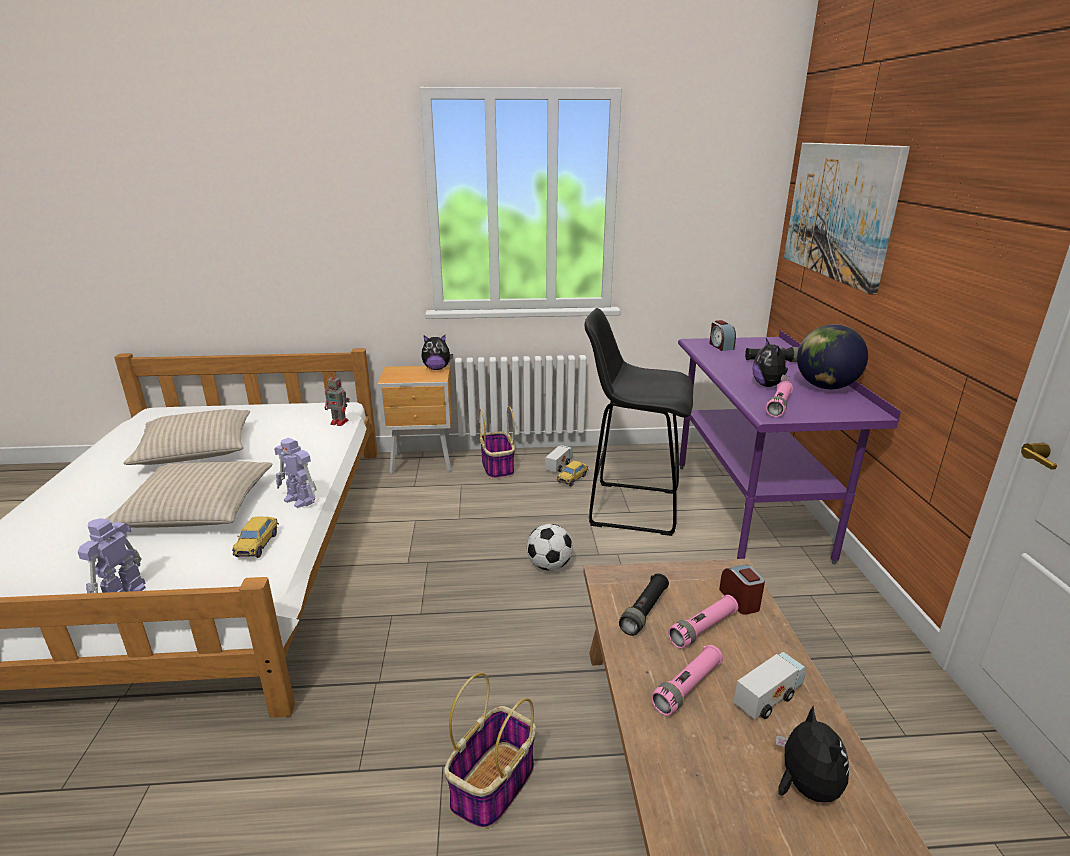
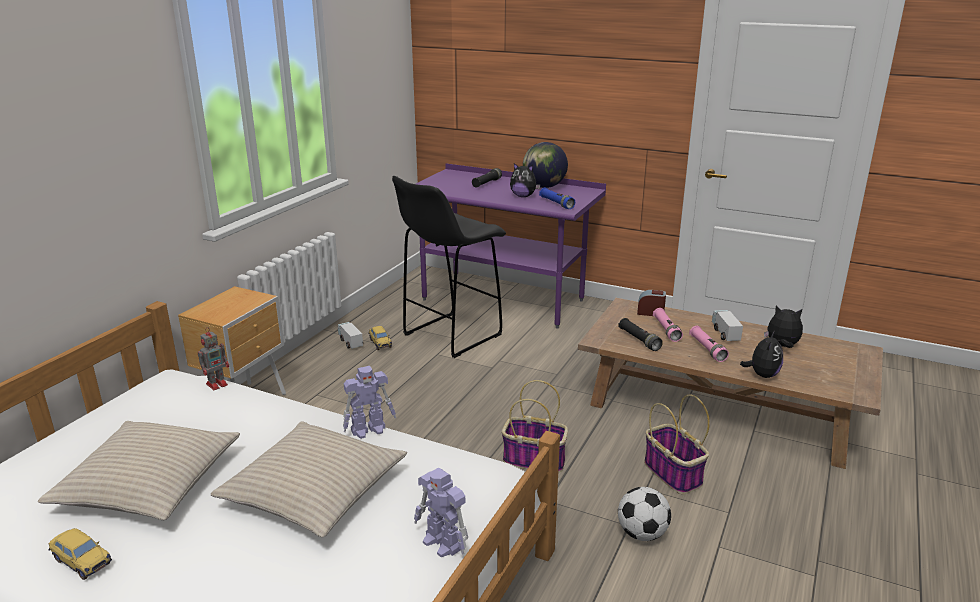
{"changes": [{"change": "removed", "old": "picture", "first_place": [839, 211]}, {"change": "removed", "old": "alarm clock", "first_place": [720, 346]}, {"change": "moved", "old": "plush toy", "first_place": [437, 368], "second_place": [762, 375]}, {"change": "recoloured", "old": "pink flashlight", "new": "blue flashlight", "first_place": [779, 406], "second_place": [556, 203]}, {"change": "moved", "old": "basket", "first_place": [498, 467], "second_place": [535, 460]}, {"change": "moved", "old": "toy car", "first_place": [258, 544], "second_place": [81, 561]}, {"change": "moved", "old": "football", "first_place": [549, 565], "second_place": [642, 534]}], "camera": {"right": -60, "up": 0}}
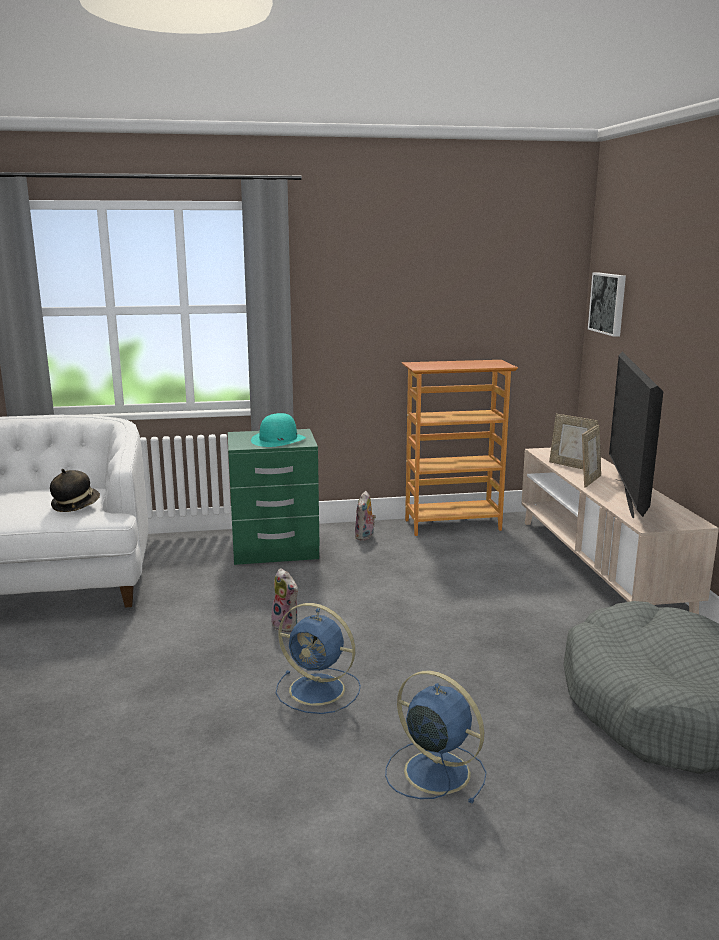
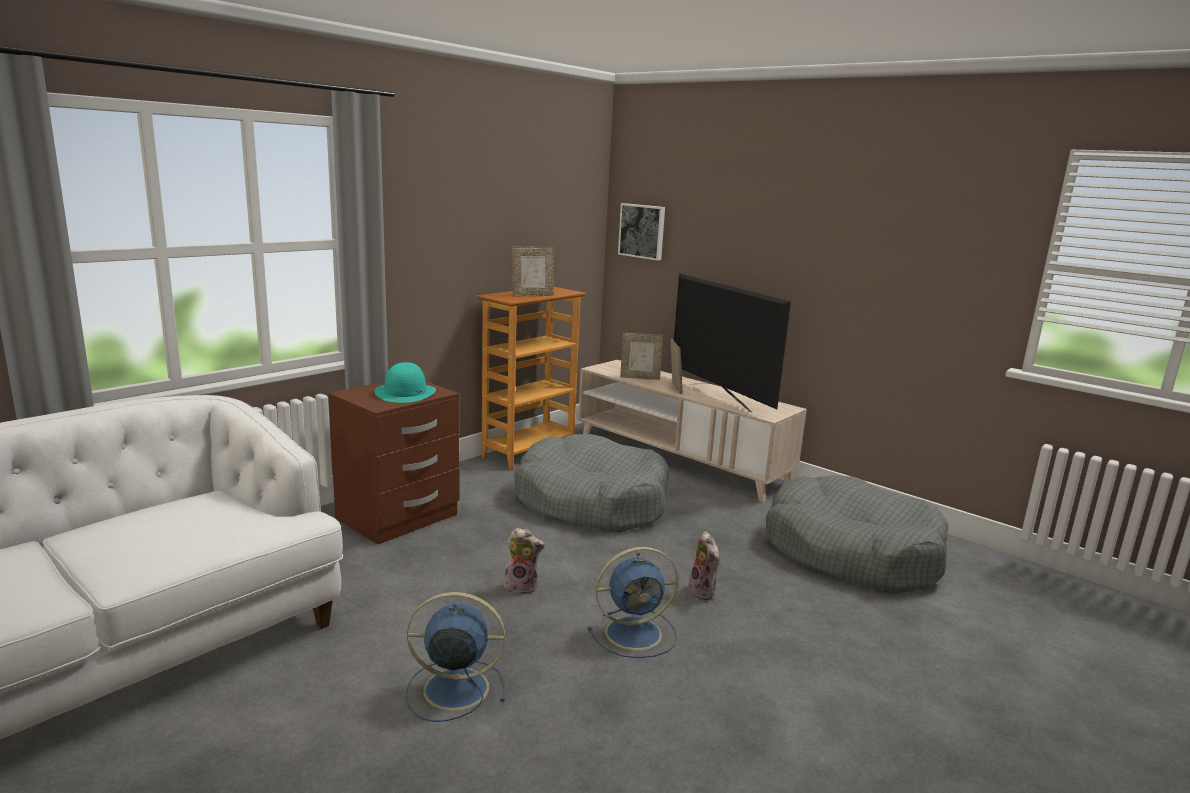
{"changes": [{"change": "recoloured", "old": "green nightstand", "new": "brown nightstand", "first_place": [275, 550], "second_place": [398, 517]}, {"change": "removed", "old": "hat", "first_place": [75, 505]}, {"change": "moved", "old": "plush toy", "first_place": [365, 537], "second_place": [704, 592]}, {"change": "moved", "old": "blue fan", "first_place": [434, 771], "second_place": [453, 689]}, {"change": "added", "new": "picture frame", "second_place": [532, 295]}, {"change": "added", "new": "grey dog bed", "second_place": [591, 502]}], "camera": {"right": -40, "up": 0}}
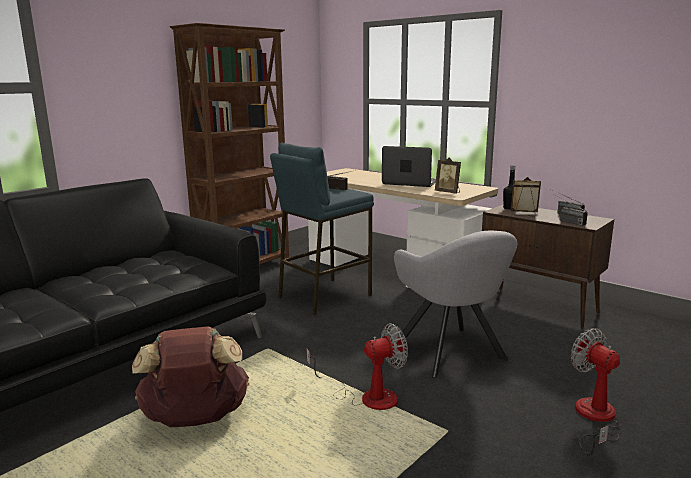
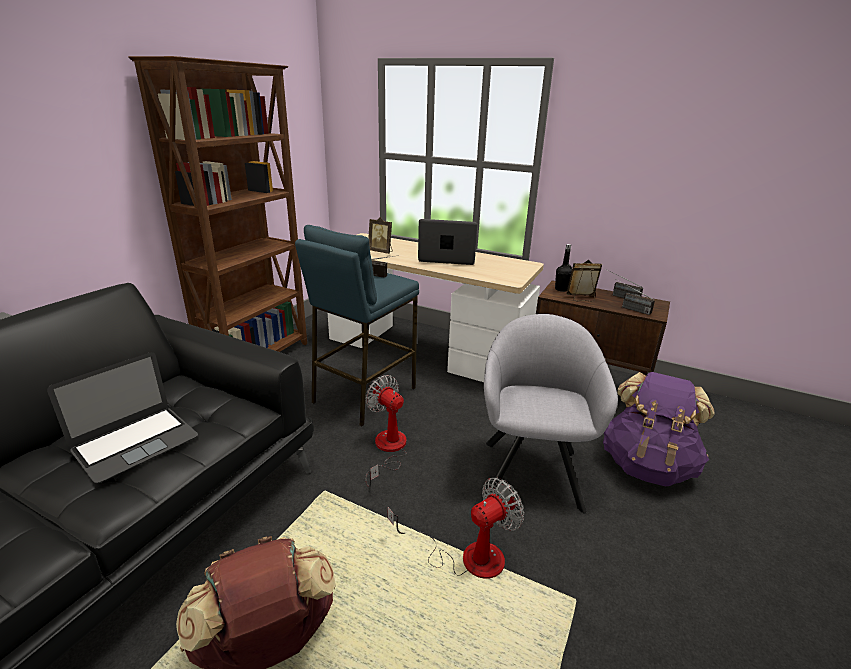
{"changes": [{"change": "moved", "old": "picture frame", "first_place": [448, 192], "second_place": [381, 252]}, {"change": "turned", "old": "grey armchair", "first_place": [452, 353], "second_place": [532, 469], "degrees": -135}, {"change": "moved", "old": "fan", "first_place": [594, 418], "second_place": [387, 449]}, {"change": "added", "new": "laptop", "second_place": [135, 442]}, {"change": "added", "new": "purple backpack", "second_place": [647, 465]}], "camera": {"right": -15, "up": 10}}
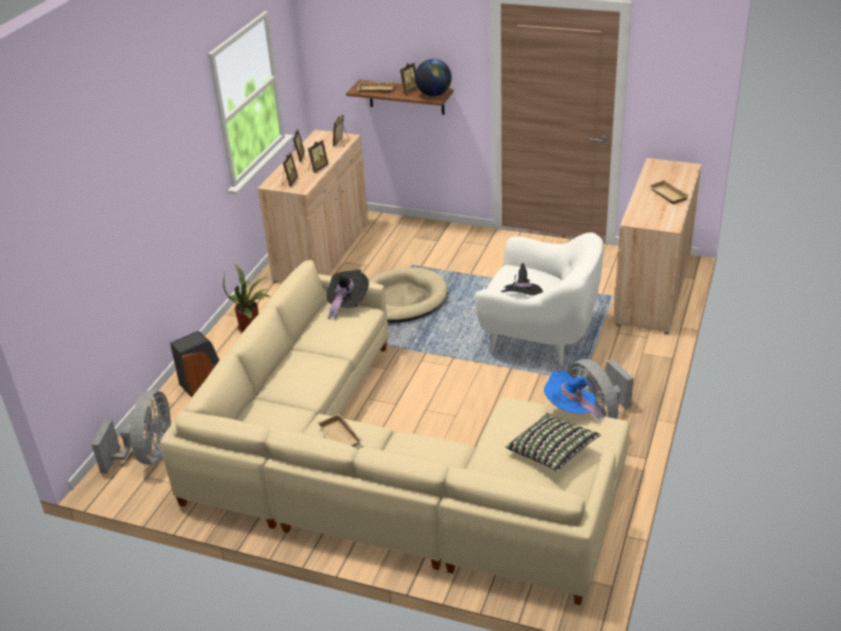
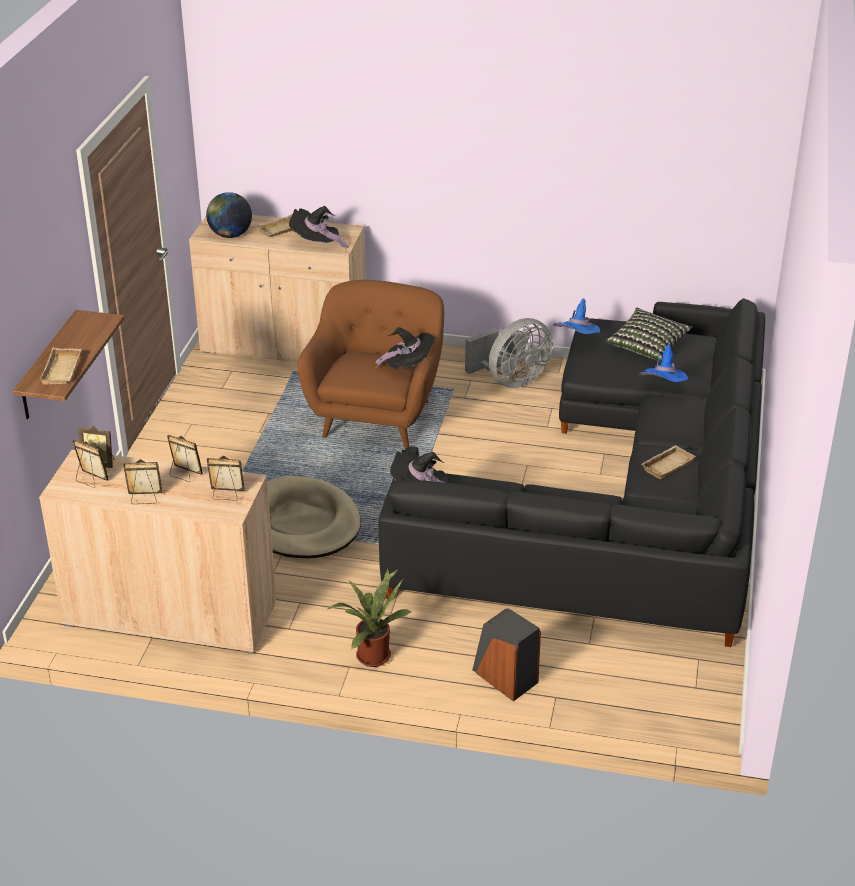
{"changes": [{"change": "moved", "old": "globe", "first_place": [434, 94], "second_place": [230, 235]}, {"change": "moved", "old": "picture frame", "first_place": [408, 91], "second_place": [90, 480]}, {"change": "recoloured", "old": "white armchair", "new": "brown armchair", "first_place": [539, 337], "second_place": [377, 416]}, {"change": "recoloured", "old": "beige sofa", "new": "black sofa", "first_place": [387, 470], "second_place": [625, 502]}, {"change": "removed", "old": "grey fan", "first_place": [148, 456]}, {"change": "added", "new": "black hat", "second_place": [316, 245]}, {"change": "added", "new": "blue hat", "second_place": [663, 389]}], "camera": {"right": -100, "up": 0}}
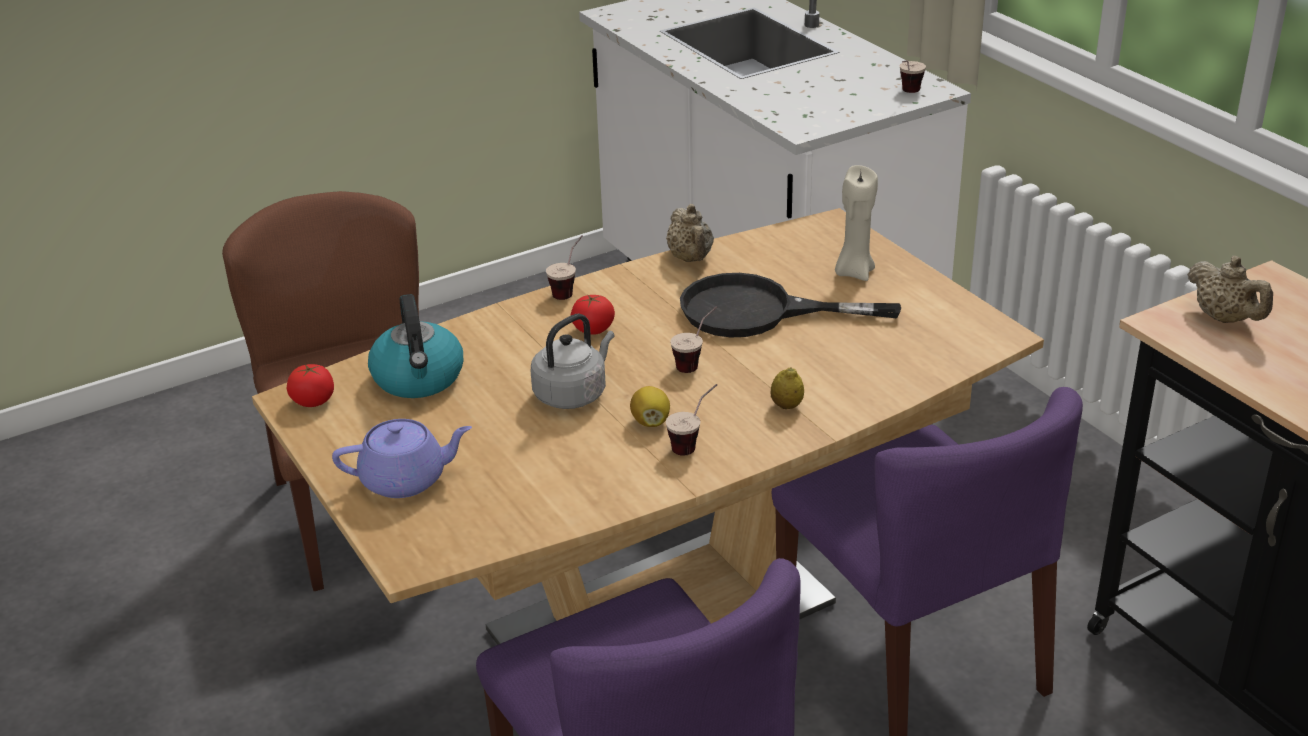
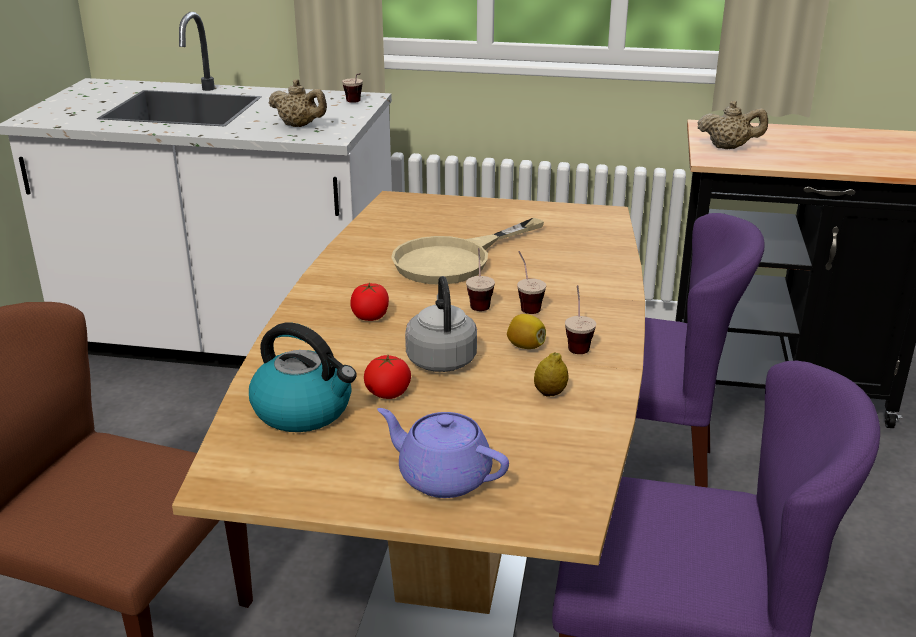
{"changes": [{"change": "removed", "old": "beige candle", "first_place": [854, 272]}, {"change": "moved", "old": "beige teapot", "first_place": [691, 259], "second_place": [300, 126]}, {"change": "moved", "old": "cup", "first_place": [569, 290], "second_place": [526, 305]}, {"change": "recoloured", "old": "black frying pan", "new": "beige frying pan", "first_place": [757, 312], "second_place": [455, 259]}, {"change": "moved", "old": "tomato", "first_place": [313, 401], "second_place": [388, 393]}, {"change": "moved", "old": "lemon", "first_place": [786, 406], "second_place": [550, 393]}, {"change": "turned", "old": "purple teapot", "first_place": [406, 479], "second_place": [442, 477], "degrees": -90}], "camera": {"right": -50, "up": -5}}
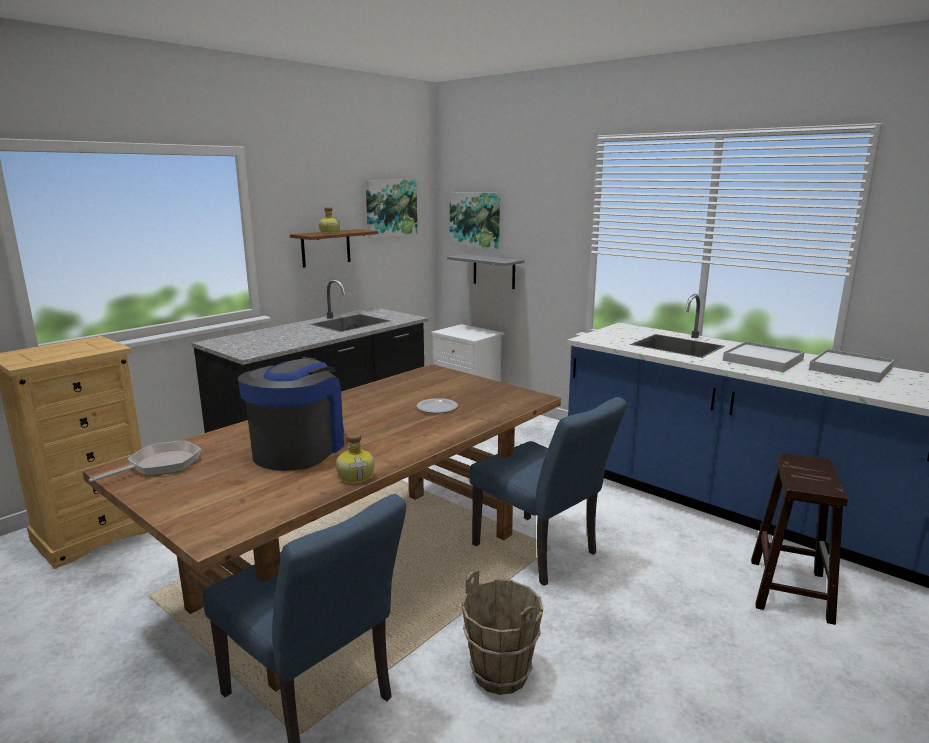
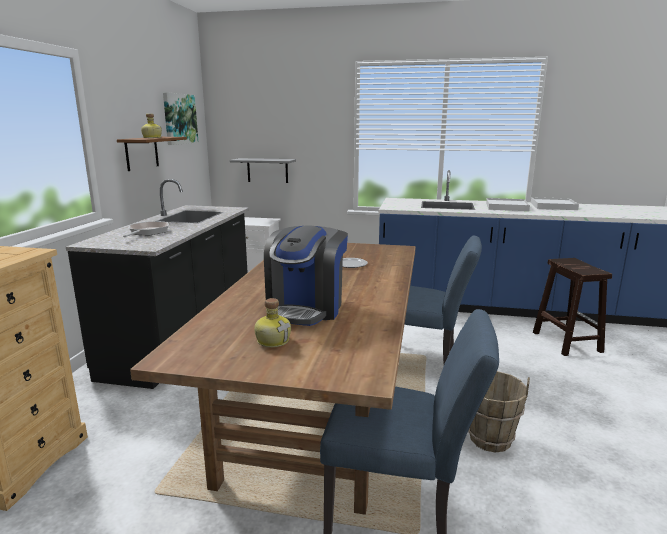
{"changes": [{"change": "removed", "old": "picture", "first_place": [475, 219]}, {"change": "turned", "old": "coffee machine", "first_place": [299, 449], "second_place": [306, 308], "degrees": -150}, {"change": "moved", "old": "bottle", "first_place": [356, 476], "second_place": [273, 340]}, {"change": "moved", "old": "frying pan", "first_place": [160, 465], "second_place": [147, 232]}], "camera": {"right": -30, "up": 0}}
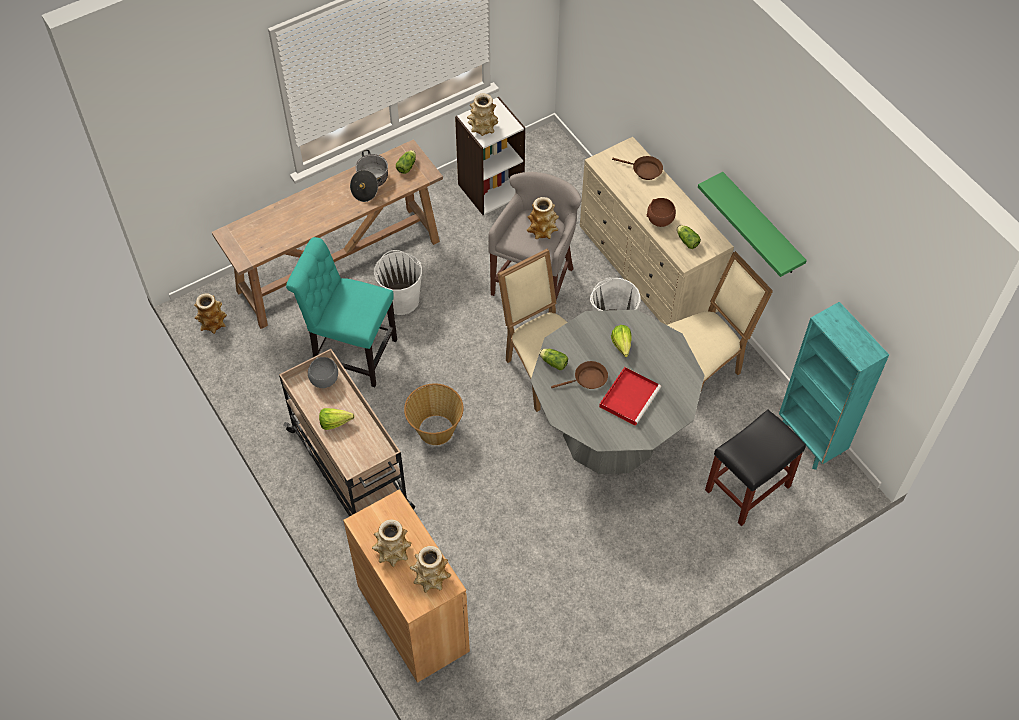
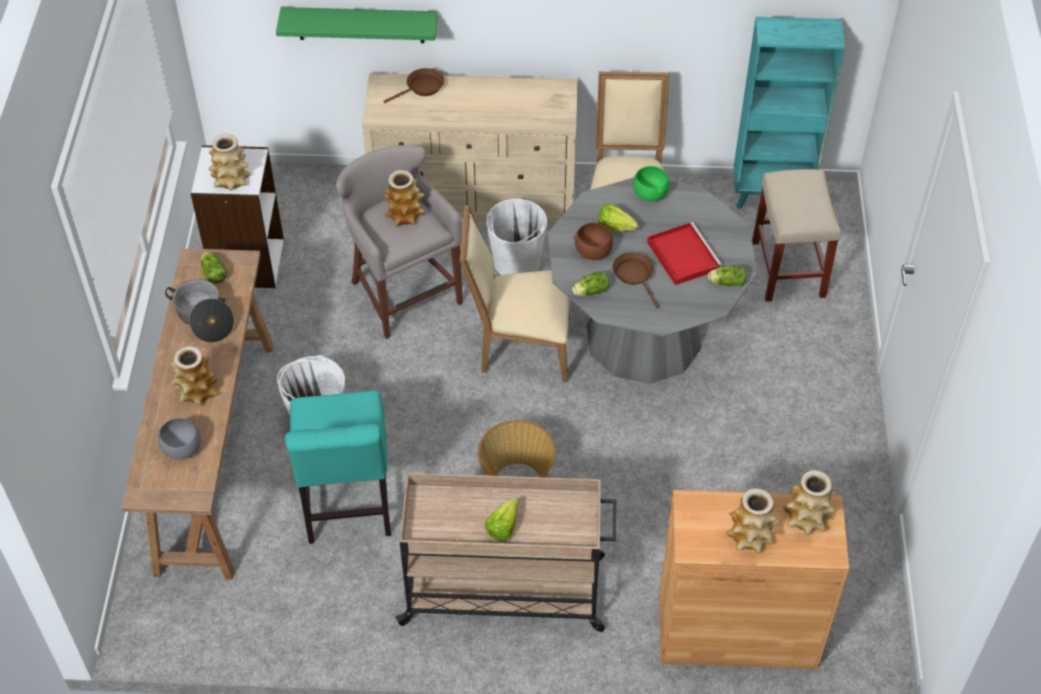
{"changes": [{"change": "moved", "old": "green shelf", "first_place": [761, 225], "second_place": [360, 24]}, {"change": "moved", "old": "brown bowl", "first_place": [660, 220], "second_place": [593, 252]}, {"change": "moved", "old": "lettuce", "first_place": [686, 240], "second_place": [725, 282]}, {"change": "turned", "old": "turquoise chair", "first_place": [351, 353], "second_place": [347, 507], "degrees": -60}, {"change": "moved", "old": "vase", "first_place": [213, 322], "second_place": [197, 391]}, {"change": "moved", "old": "grey bowl", "first_place": [324, 380], "second_place": [183, 449]}, {"change": "turned", "old": "brown frying pan", "first_place": [587, 379], "second_place": [634, 276], "degrees": -45}, {"change": "recoloured", "old": "black stool", "new": "beige stool", "first_place": [747, 489], "second_place": [789, 270]}, {"change": "added", "new": "green bowl", "second_place": [649, 194]}], "camera": {"right": -55, "up": -5}}
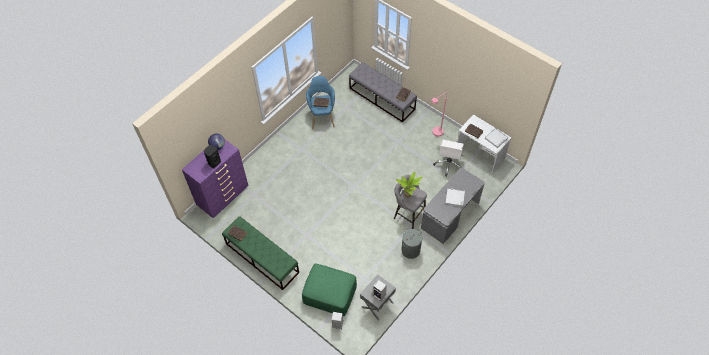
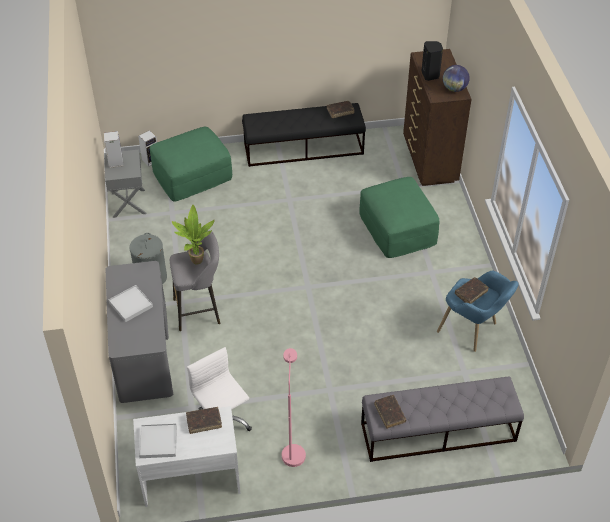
{"changes": [{"change": "recoloured", "old": "purple dresser", "new": "brown dresser", "first_place": [223, 196], "second_place": [429, 161]}, {"change": "recoloured", "old": "green bench", "new": "black bench", "first_place": [262, 258], "second_place": [304, 148]}, {"change": "added", "new": "green ottoman", "second_place": [397, 228]}], "camera": {"right": 130, "up": -10}}
